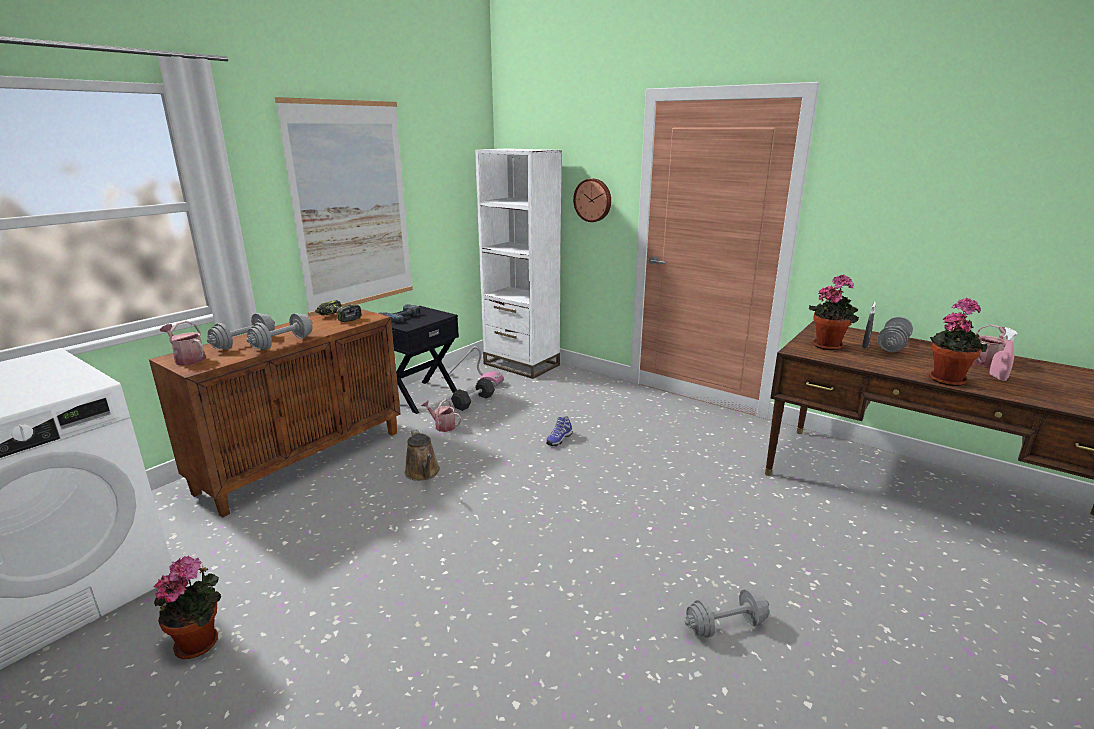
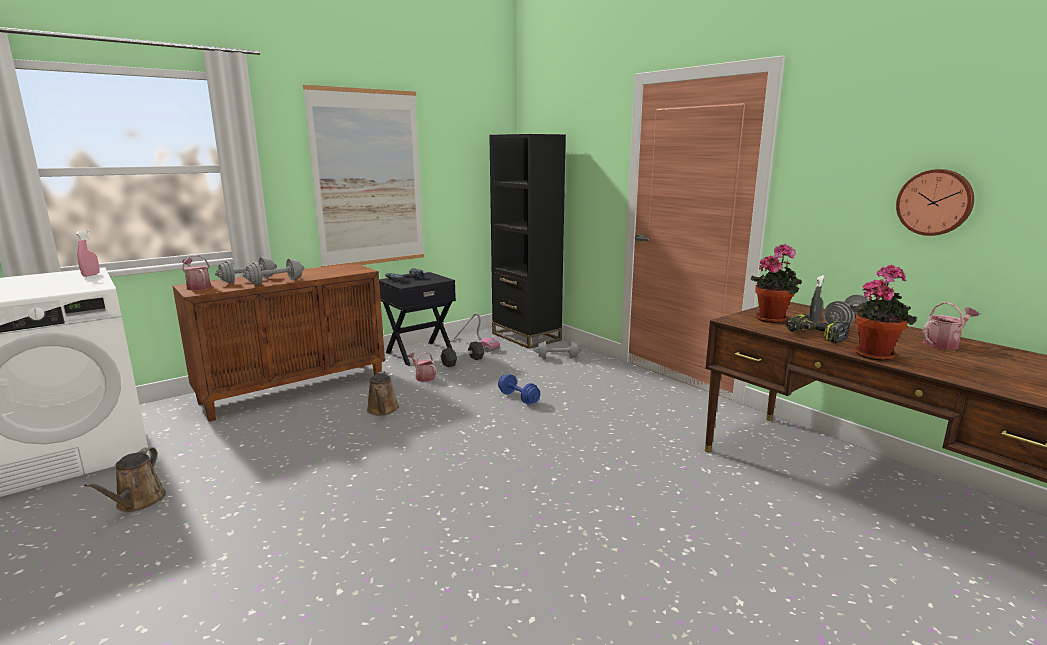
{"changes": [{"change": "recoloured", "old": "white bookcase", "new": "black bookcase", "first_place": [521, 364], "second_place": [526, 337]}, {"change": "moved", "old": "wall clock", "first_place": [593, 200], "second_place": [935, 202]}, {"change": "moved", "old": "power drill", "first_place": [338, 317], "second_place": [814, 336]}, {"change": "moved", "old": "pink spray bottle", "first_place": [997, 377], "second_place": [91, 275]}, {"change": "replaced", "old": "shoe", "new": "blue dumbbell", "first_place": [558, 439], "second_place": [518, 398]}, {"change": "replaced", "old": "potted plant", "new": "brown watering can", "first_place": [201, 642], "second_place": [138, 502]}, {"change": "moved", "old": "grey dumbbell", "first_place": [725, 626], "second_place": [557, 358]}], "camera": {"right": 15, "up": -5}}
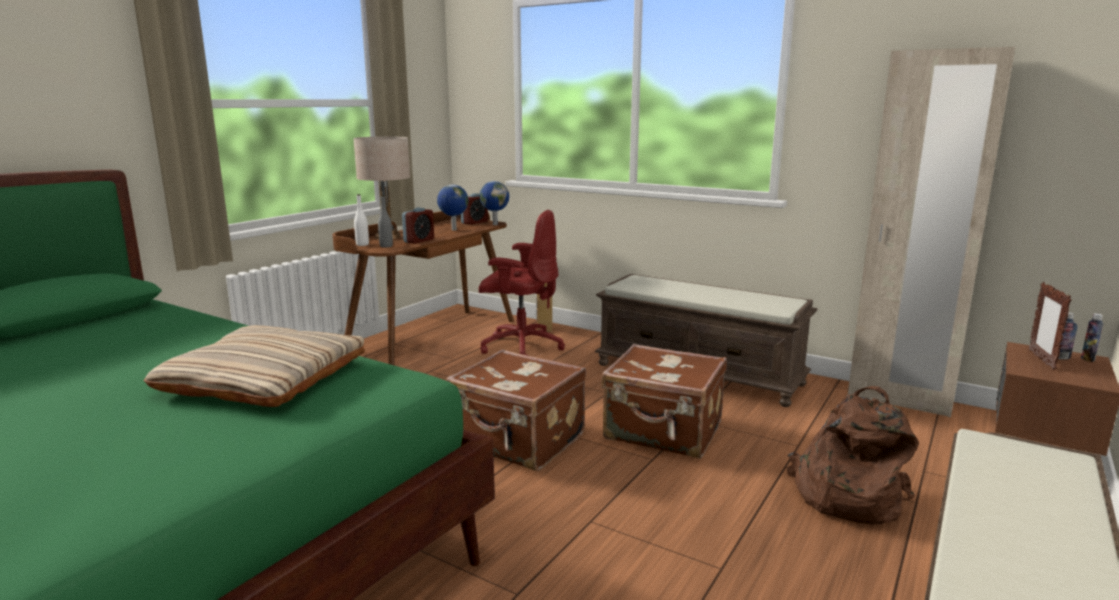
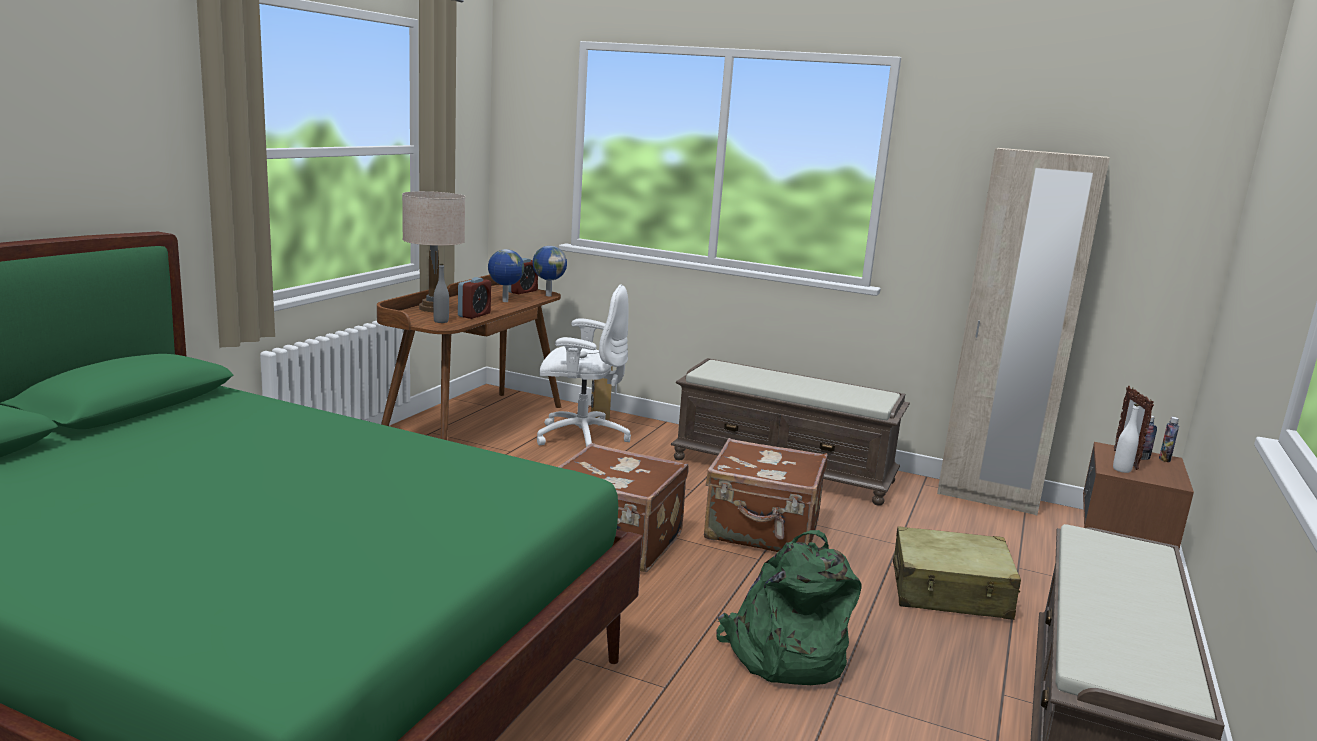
{"changes": [{"change": "moved", "old": "white bottle", "first_place": [362, 244], "second_place": [1121, 469]}, {"change": "recoloured", "old": "red office chair", "new": "white office chair", "first_place": [521, 347], "second_place": [580, 437]}, {"change": "removed", "old": "beige pillow", "first_place": [264, 377]}, {"change": "replaced", "old": "brown backpack", "new": "beige suitcase", "first_place": [845, 496], "second_place": [950, 592]}, {"change": "added", "new": "green backpack", "second_place": [784, 654]}], "camera": {"right": -10, "up": 0}}
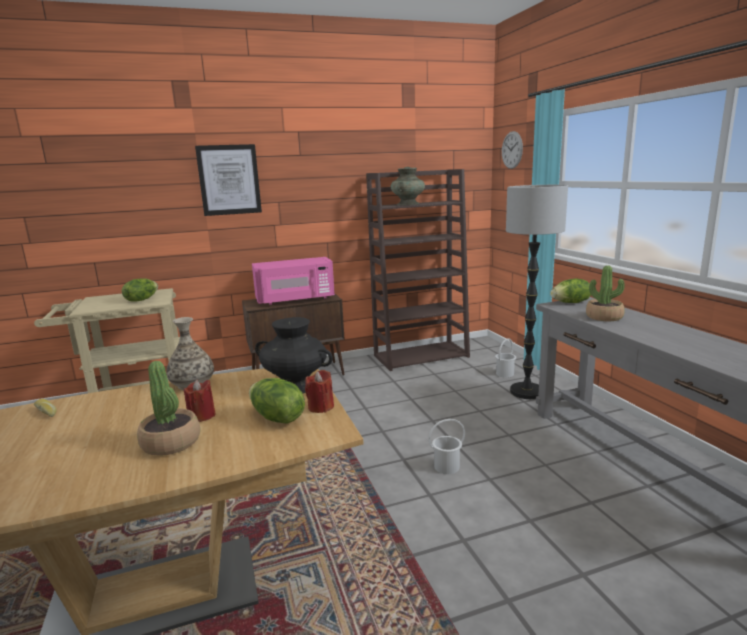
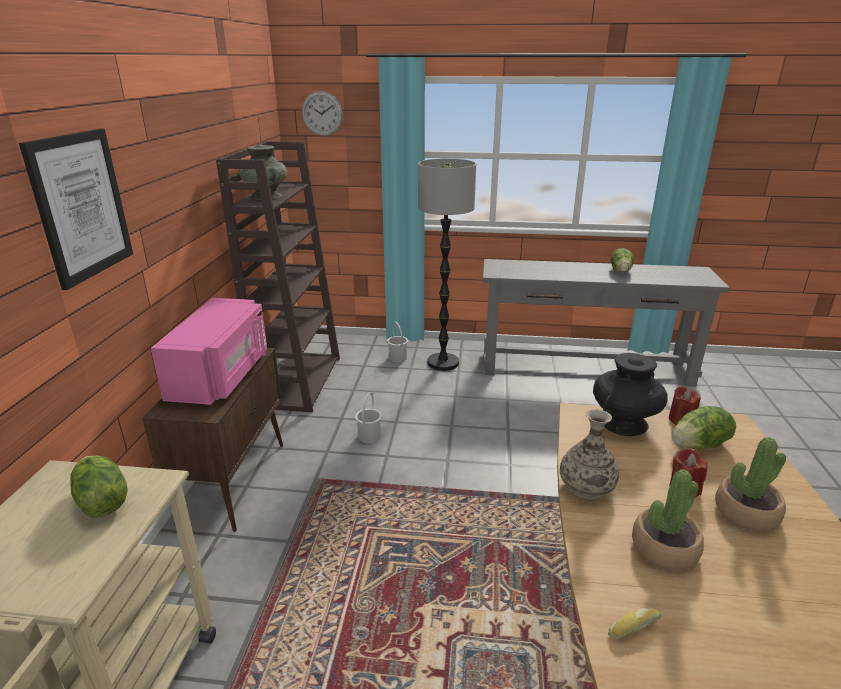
{"changes": [{"change": "moved", "old": "potted plant", "first_place": [604, 317], "second_place": [664, 548]}, {"change": "moved", "old": "lettuce", "first_place": [571, 303], "second_place": [621, 271]}, {"change": "moved", "old": "white bucket", "first_place": [446, 466], "second_place": [369, 436]}], "camera": {"right": -65, "up": 10}}
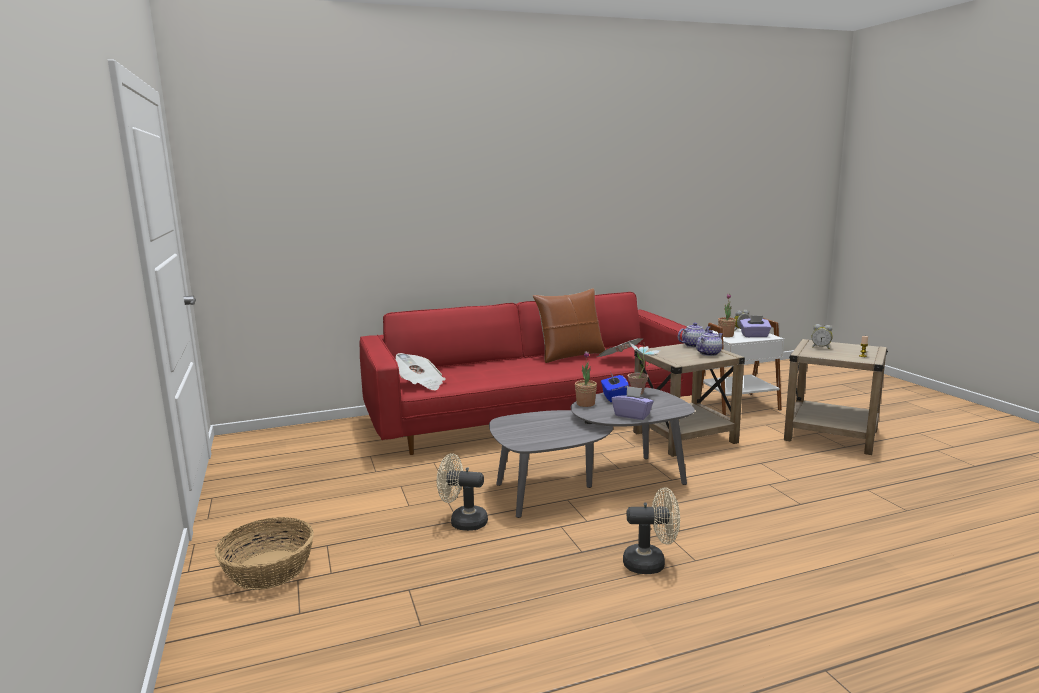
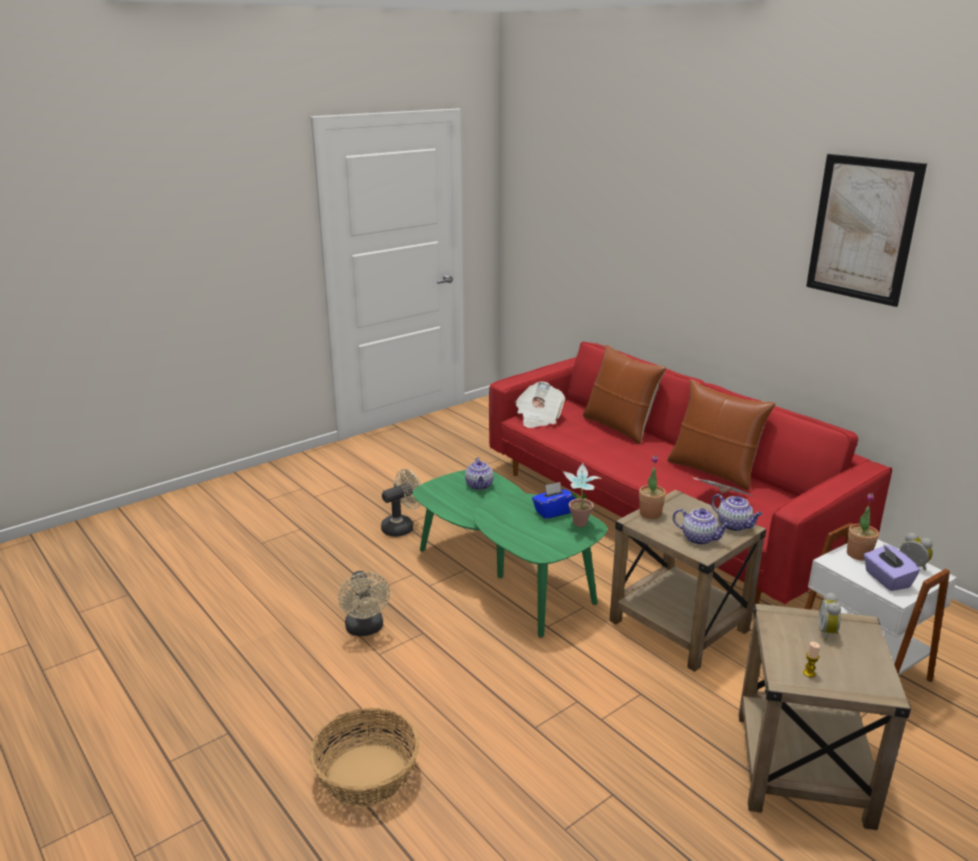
{"changes": [{"change": "moved", "old": "potted plant", "first_place": [585, 404], "second_place": [650, 513]}, {"change": "removed", "old": "purple tissue box", "first_place": [632, 415]}, {"change": "recoloured", "old": "grey coffee table", "new": "green coffee table", "first_place": [590, 485], "second_place": [504, 577]}, {"change": "turned", "old": "beige fan", "first_place": [462, 522], "second_place": [402, 527], "degrees": 60}, {"change": "moved", "old": "basket", "first_place": [269, 570], "second_place": [366, 775]}, {"change": "added", "new": "picture", "second_place": [863, 229]}, {"change": "added", "new": "brown pillow", "second_place": [619, 427]}, {"change": "added", "new": "teapot", "second_place": [479, 486]}], "camera": {"right": 70, "up": 10}}
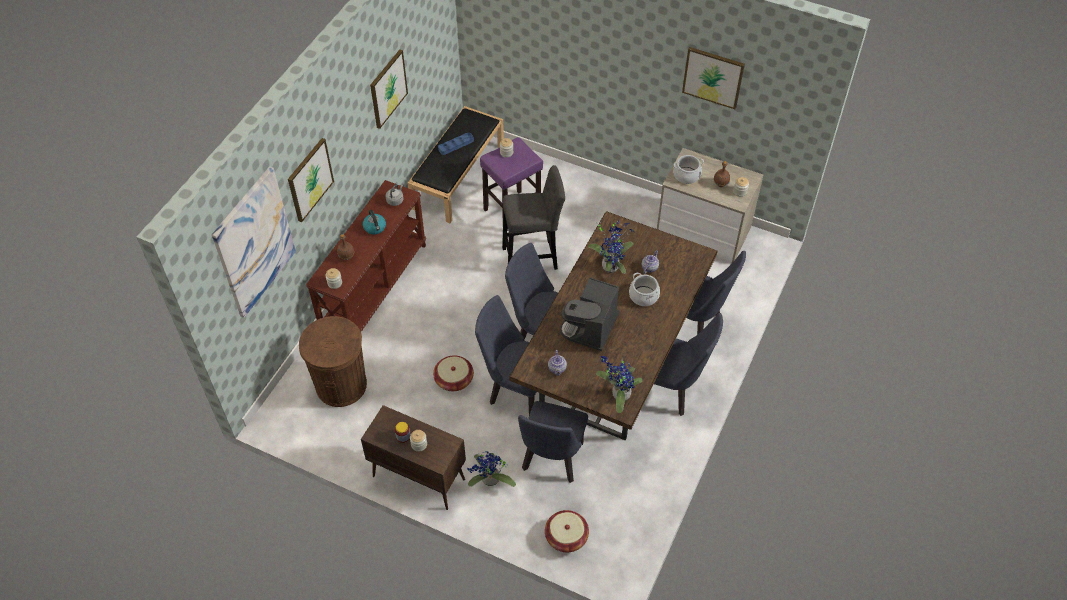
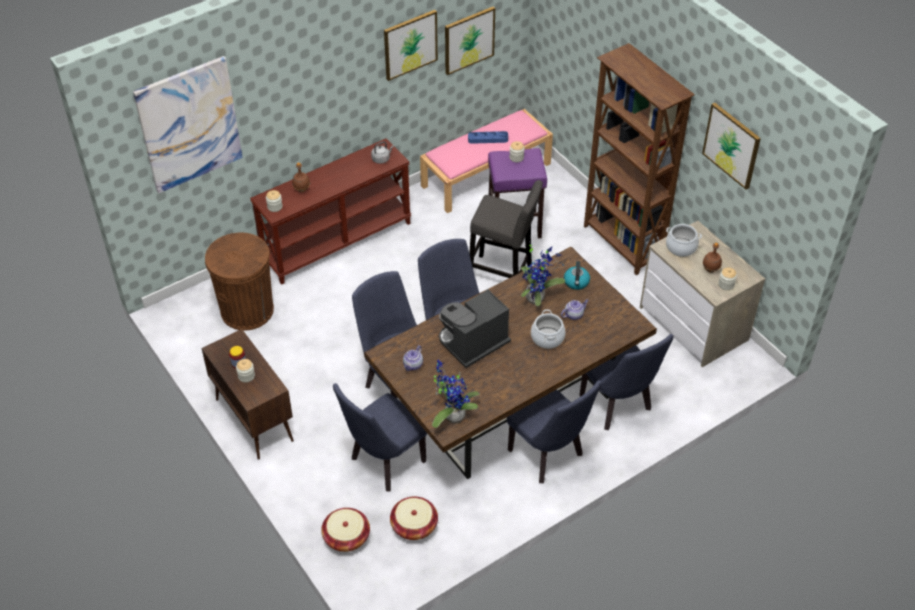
{"changes": [{"change": "recoloured", "old": "black bench", "new": "pink bench", "first_place": [458, 175], "second_place": [486, 174]}, {"change": "moved", "old": "picture", "first_place": [310, 179], "second_place": [469, 40]}, {"change": "moved", "old": "kettle", "first_place": [375, 227], "second_place": [576, 282]}, {"change": "moved", "old": "basket", "first_place": [454, 380], "second_place": [414, 525]}, {"change": "removed", "old": "potted plant", "first_place": [489, 481]}, {"change": "added", "new": "brown bookcase", "second_place": [622, 244]}], "camera": {"right": 30, "up": -5}}
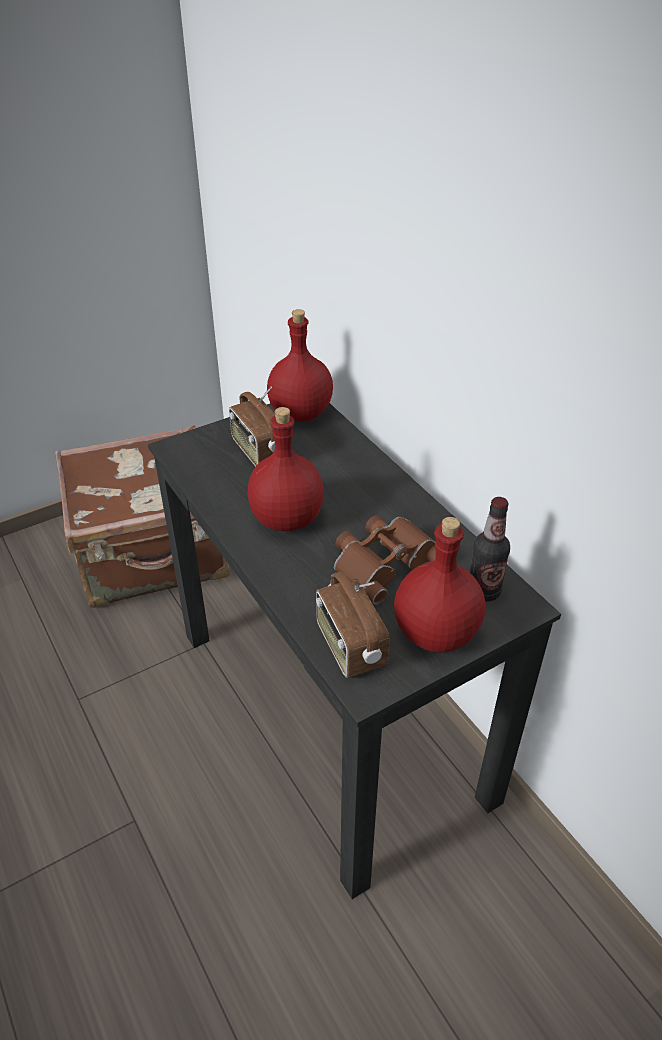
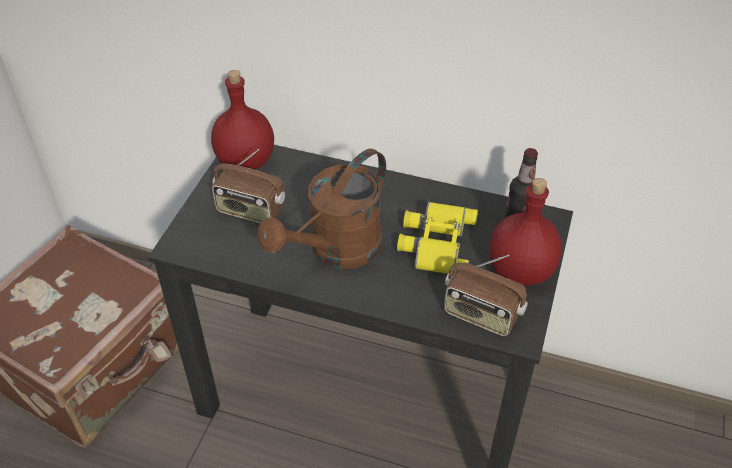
{"changes": [{"change": "replaced", "old": "red bottle", "new": "brown watering can", "first_place": [288, 519], "second_place": [336, 251]}, {"change": "recoloured", "old": "brown binoculars", "new": "yellow binoculars", "first_place": [384, 561], "second_place": [435, 242]}], "camera": {"right": -40, "up": 5}}
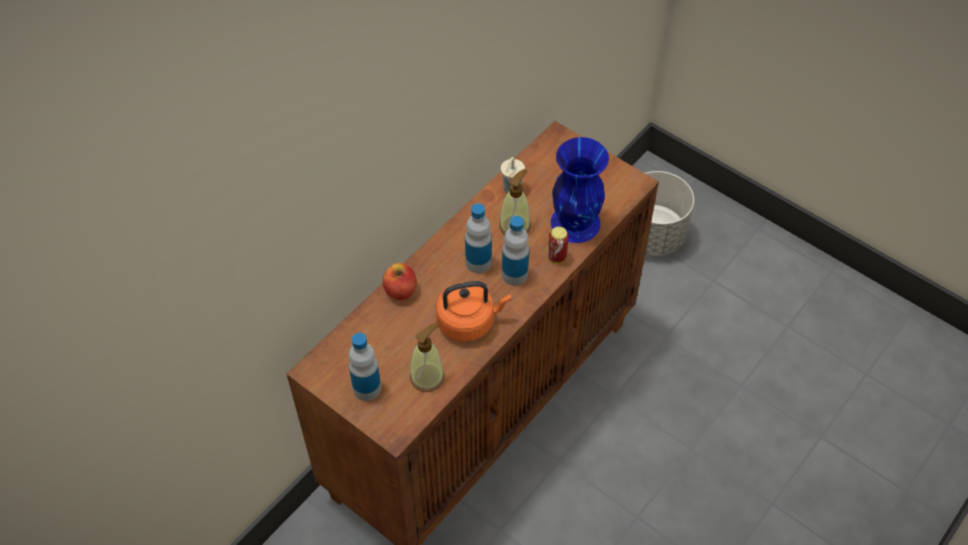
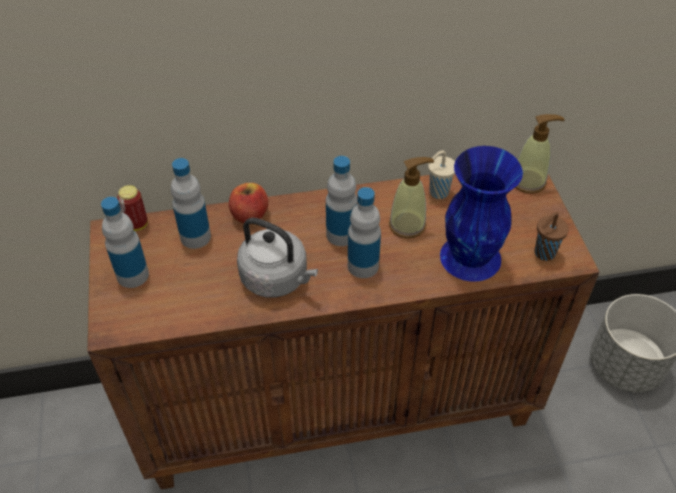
{"changes": [{"change": "moved", "old": "can", "first_place": [556, 257], "second_place": [137, 225]}, {"change": "recoloured", "old": "orange kettle", "new": "grey kettle", "first_place": [469, 322], "second_place": [277, 279]}, {"change": "moved", "old": "soap dispenser", "first_place": [427, 377], "second_place": [528, 181]}, {"change": "added", "new": "bottle", "second_place": [195, 237]}, {"change": "added", "new": "brown cup", "second_place": [543, 254]}], "camera": {"right": 40, "up": -5}}
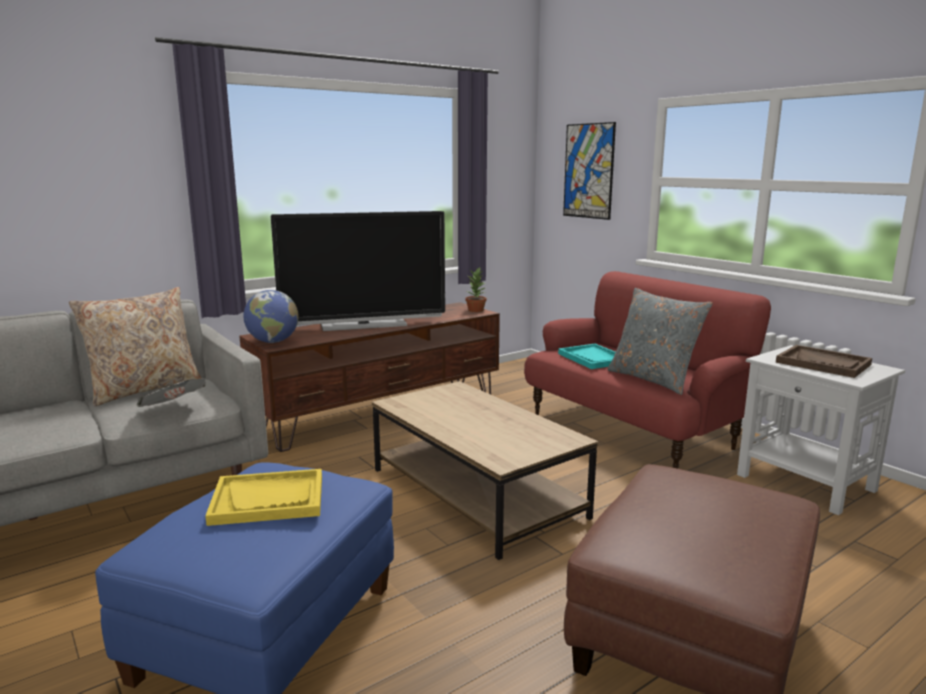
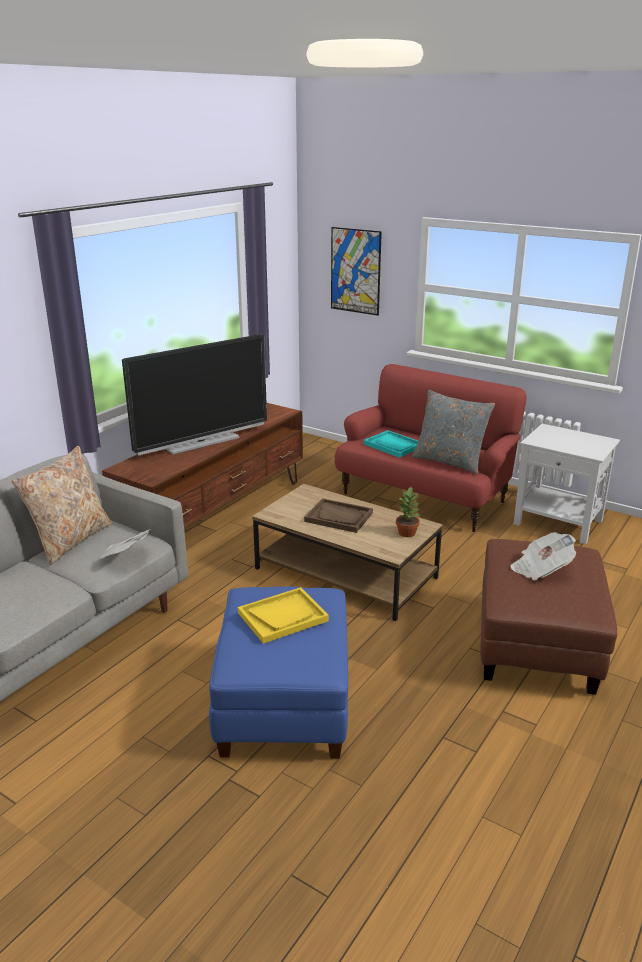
{"changes": [{"change": "moved", "old": "potted plant", "first_place": [476, 310], "second_place": [407, 533]}, {"change": "removed", "old": "globe", "first_place": [273, 342]}, {"change": "moved", "old": "brown tray", "first_place": [823, 363], "second_place": [339, 517]}, {"change": "added", "new": "newspaper", "second_place": [541, 569]}], "camera": {"right": -20, "up": 10}}
